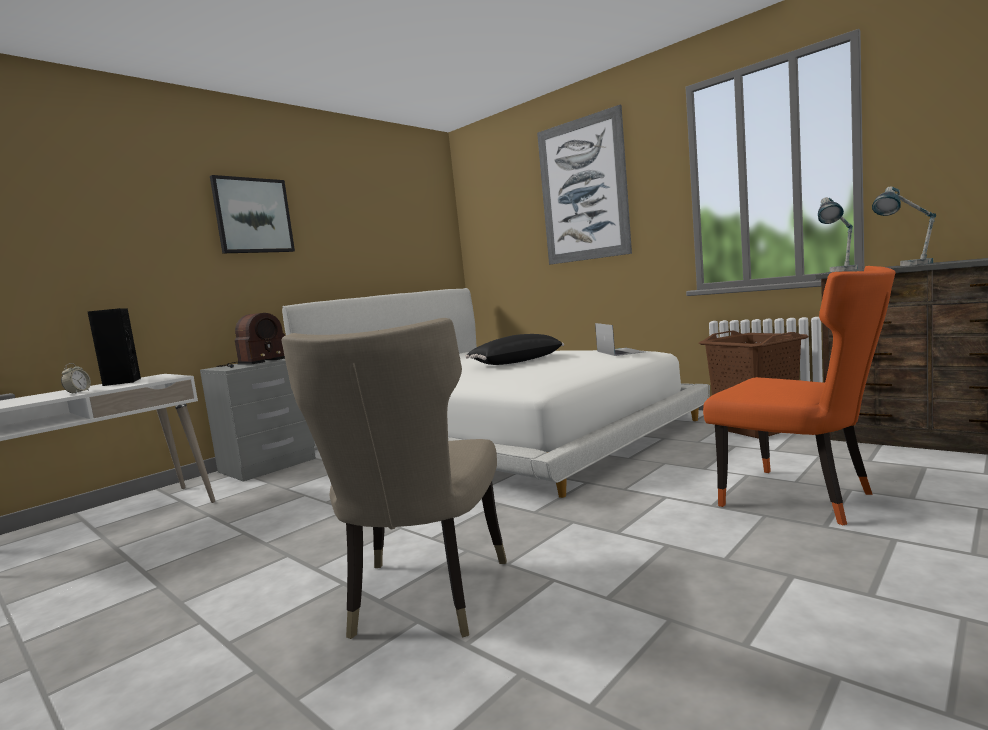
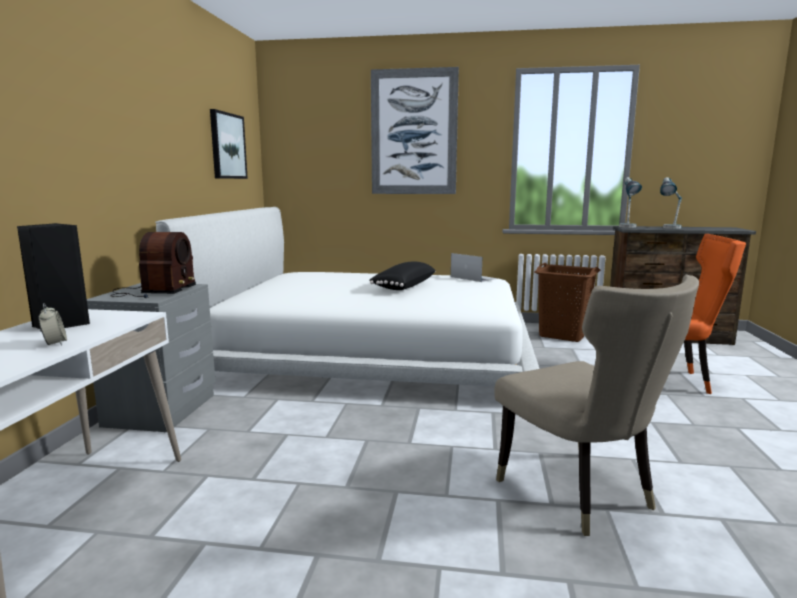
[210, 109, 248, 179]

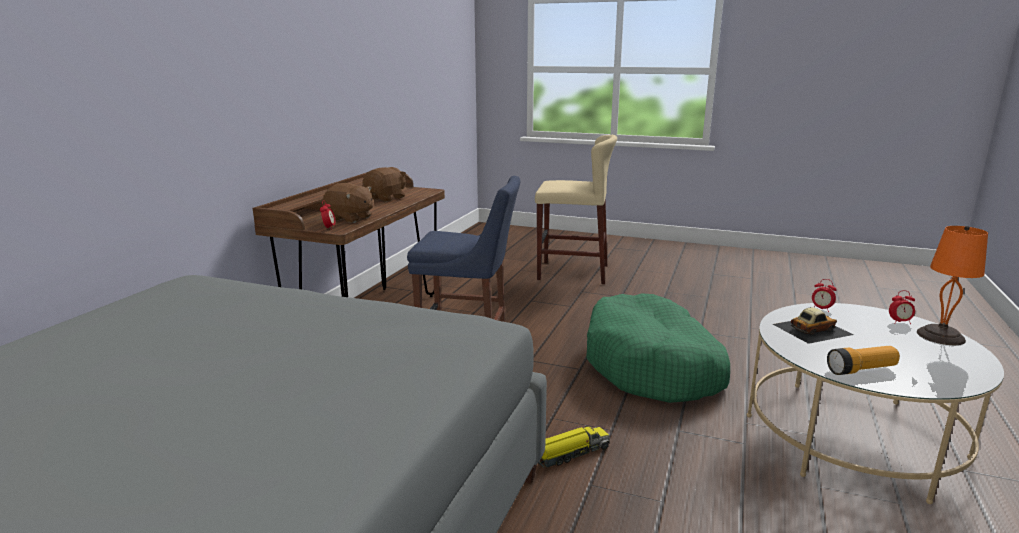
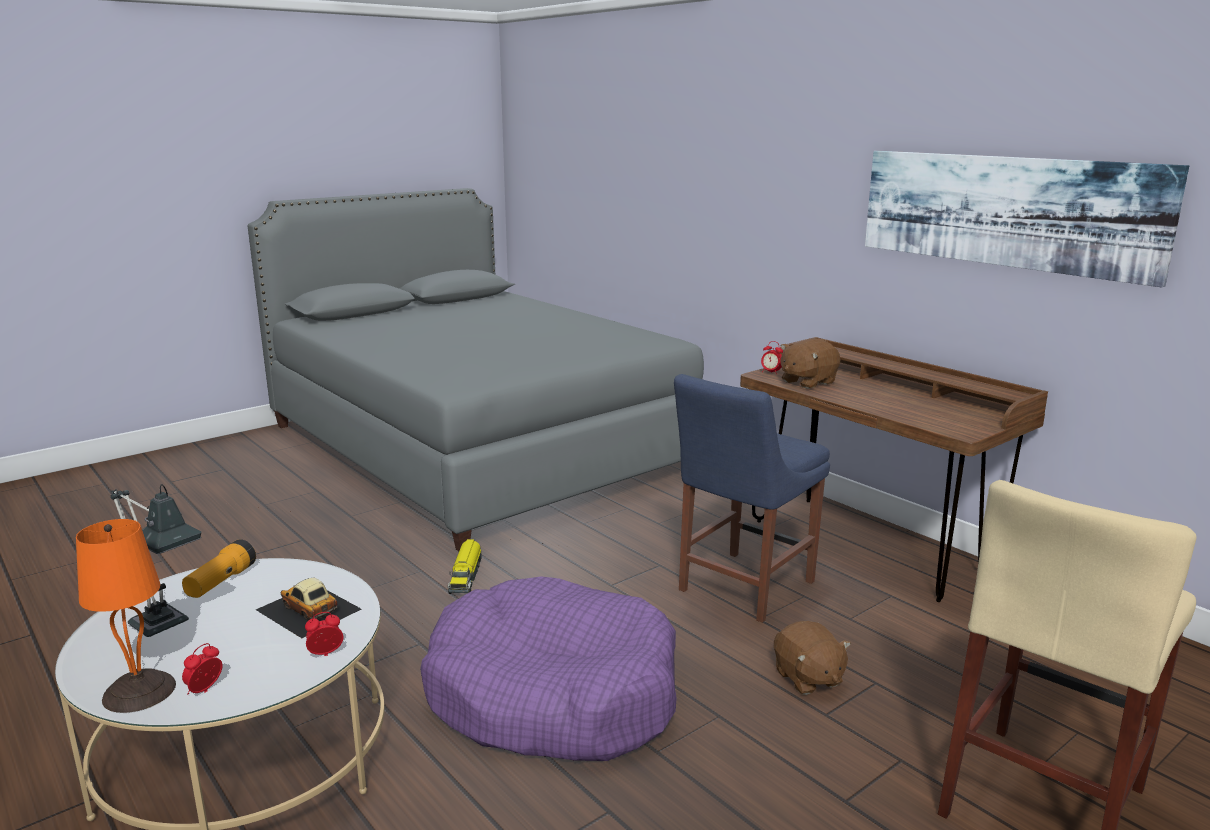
[774, 621, 851, 695]
[420, 577, 677, 761]
[256, 578, 362, 638]
[111, 484, 201, 637]
[865, 151, 1189, 288]

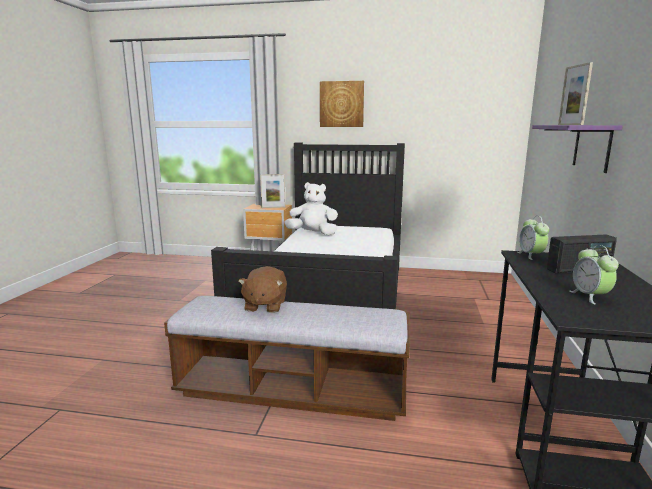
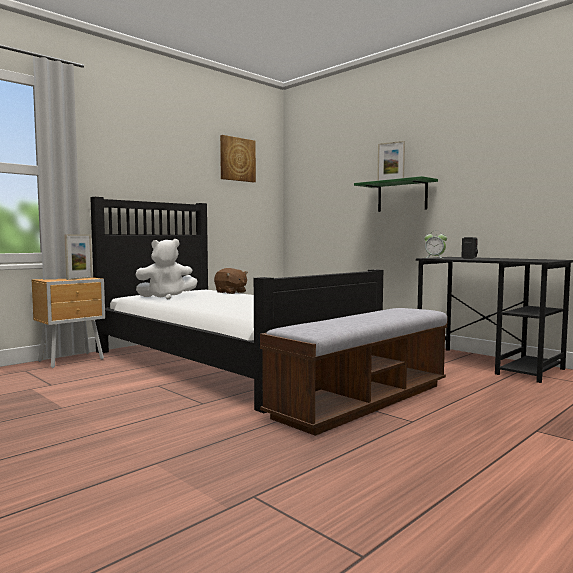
[214, 268, 248, 294]
[135, 239, 197, 299]
[220, 135, 256, 182]
[354, 176, 438, 212]
[570, 245, 619, 304] (first image)

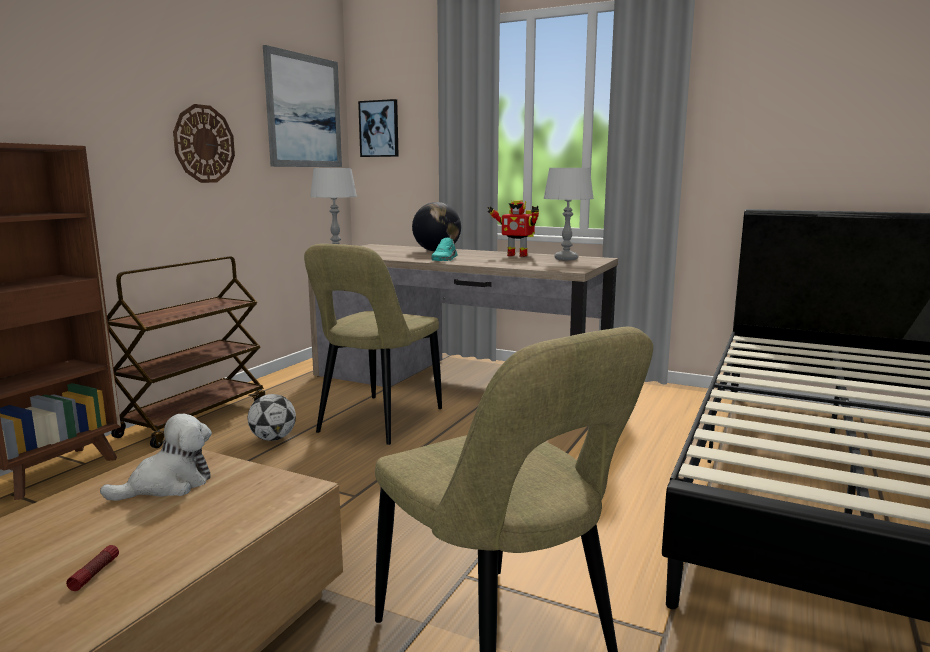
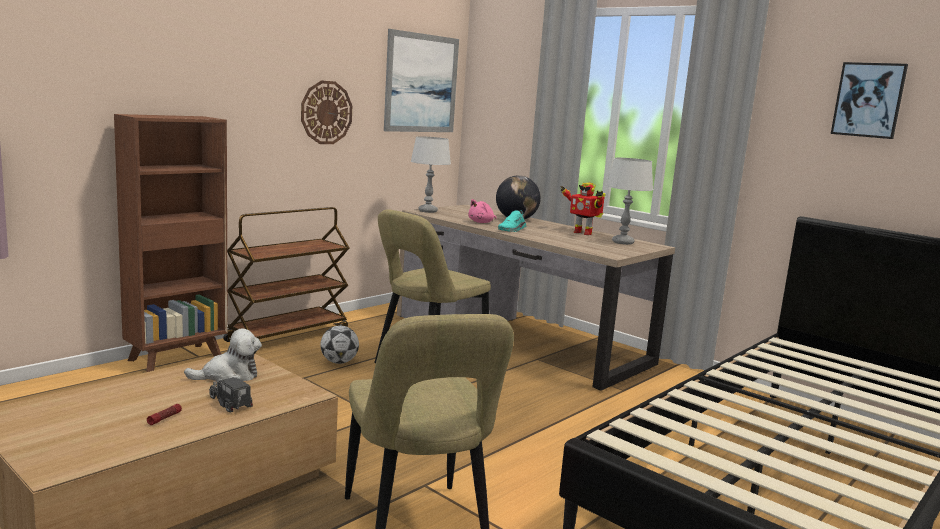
[831, 62, 908, 139]
[209, 377, 253, 413]
[468, 199, 496, 223]

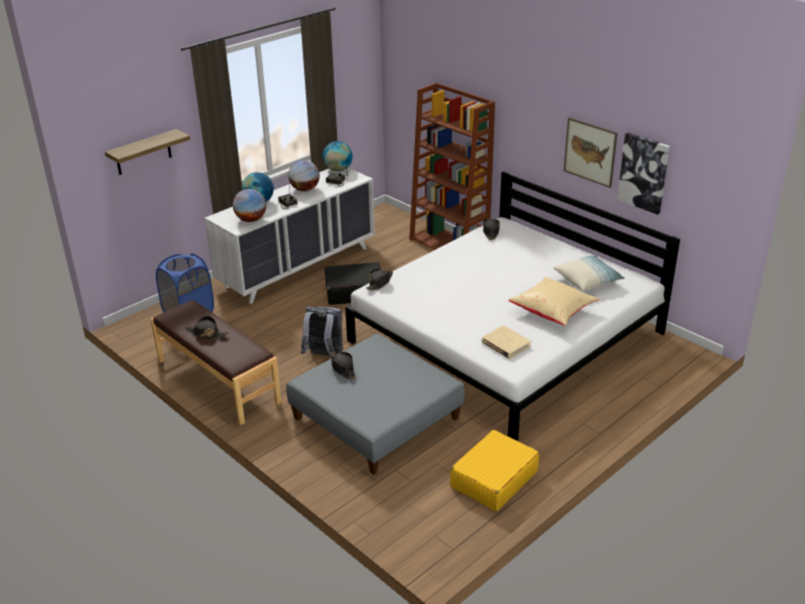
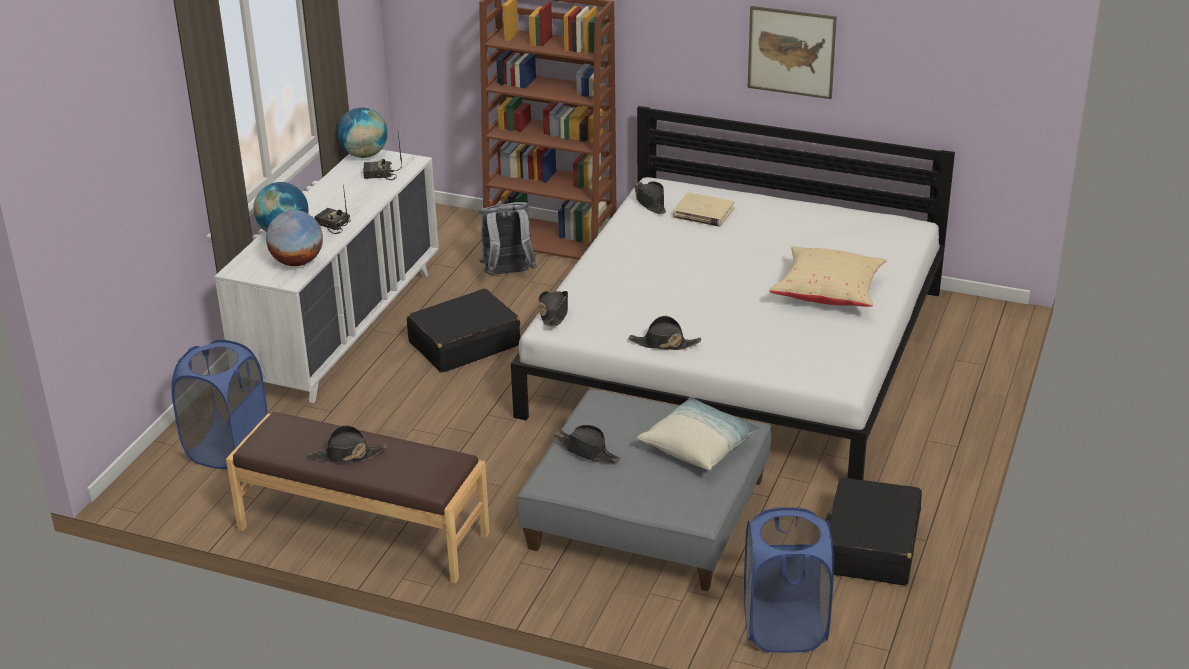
[105, 129, 190, 175] (first image)
[288, 160, 320, 191] (first image)
[479, 202, 537, 275]
[825, 477, 922, 585]
[673, 192, 735, 227]
[637, 397, 760, 470]
[617, 132, 670, 215] (first image)
[629, 316, 701, 350]
[744, 507, 834, 653]

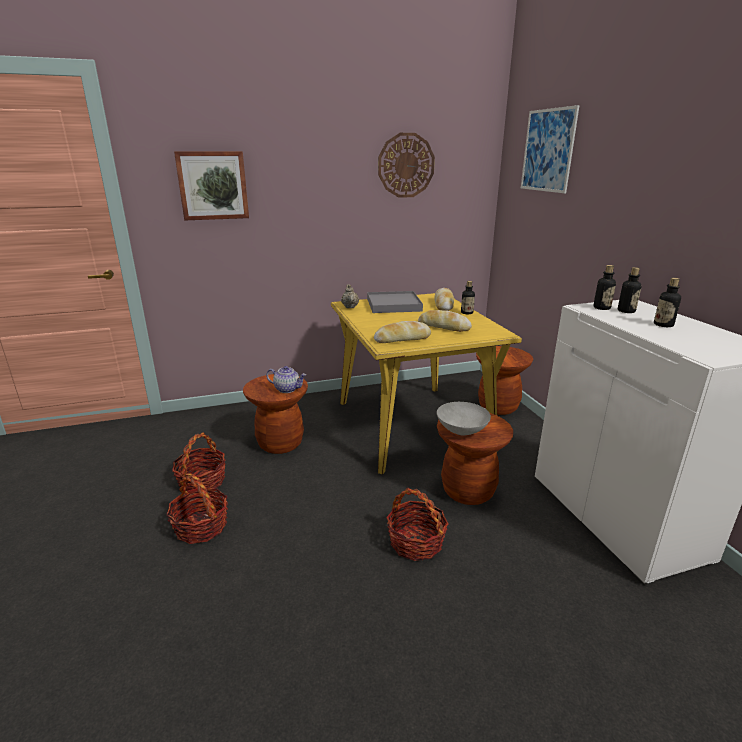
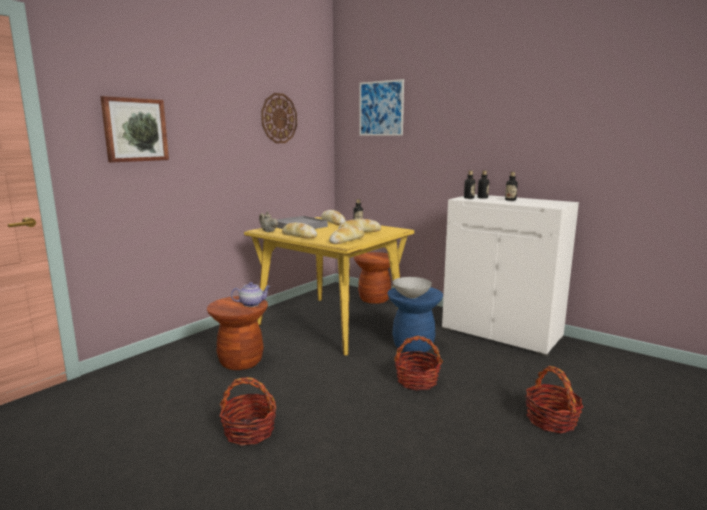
[525, 366, 583, 433]
[387, 287, 443, 354]
[282, 223, 317, 238]

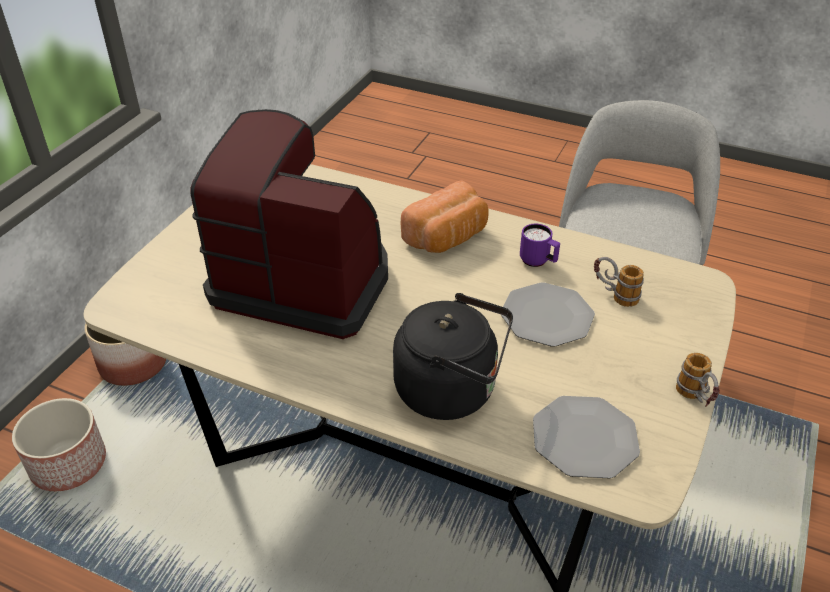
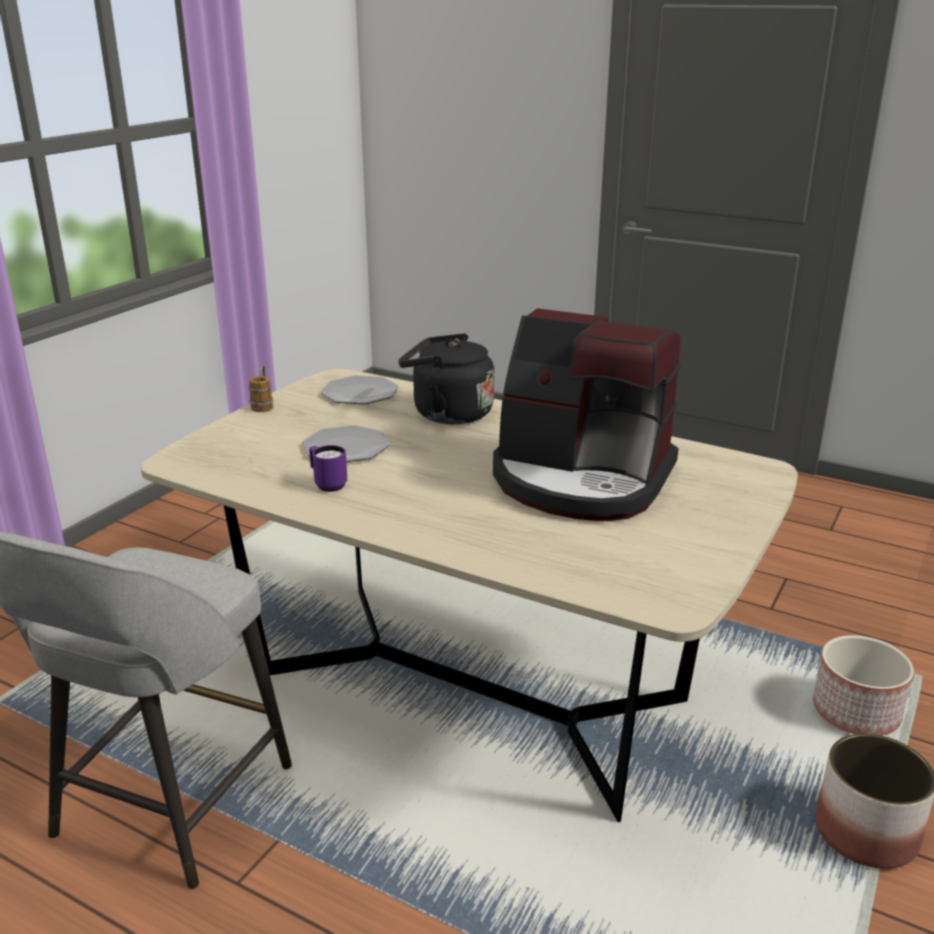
[401, 181, 489, 253] (first image)
[594, 257, 644, 307] (first image)

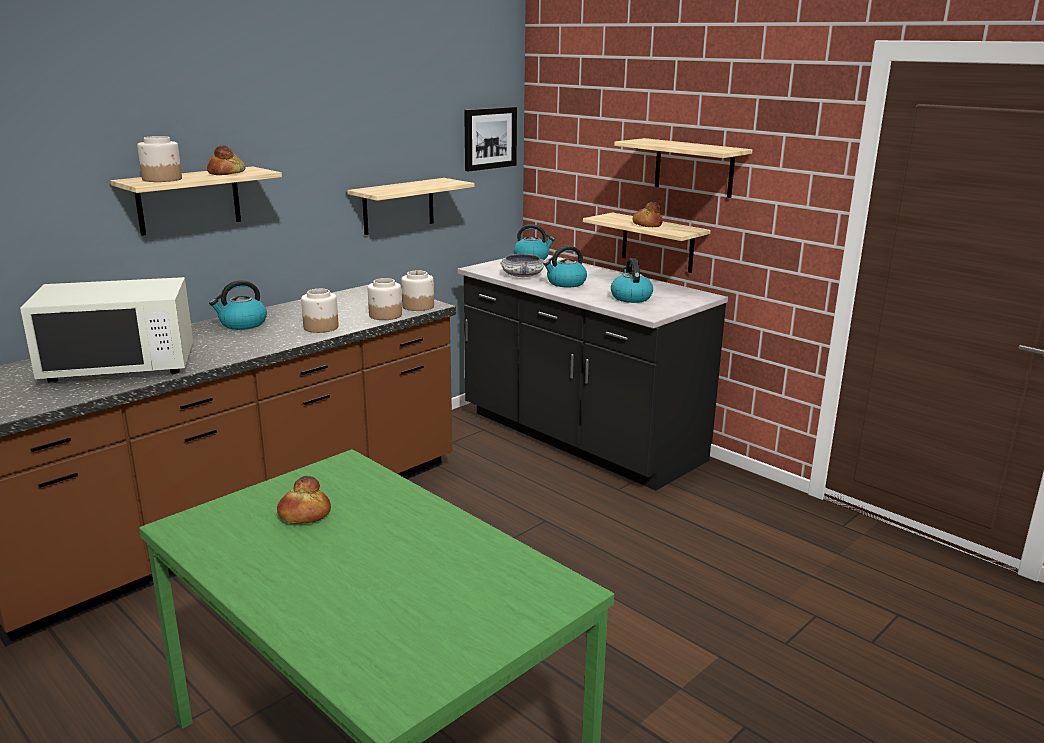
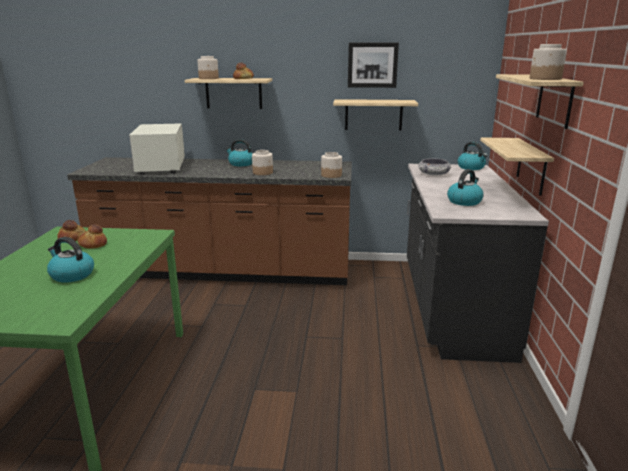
[129, 123, 185, 175]
[530, 44, 567, 80]
[348, 43, 399, 88]
[47, 237, 94, 283]
[57, 220, 86, 241]

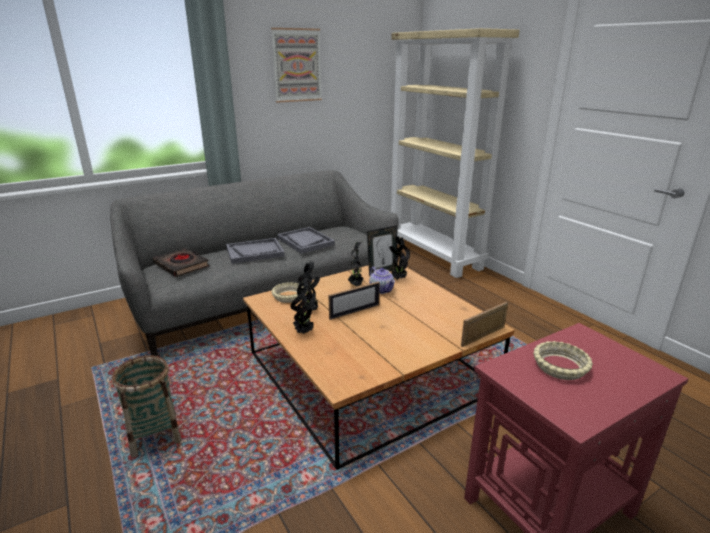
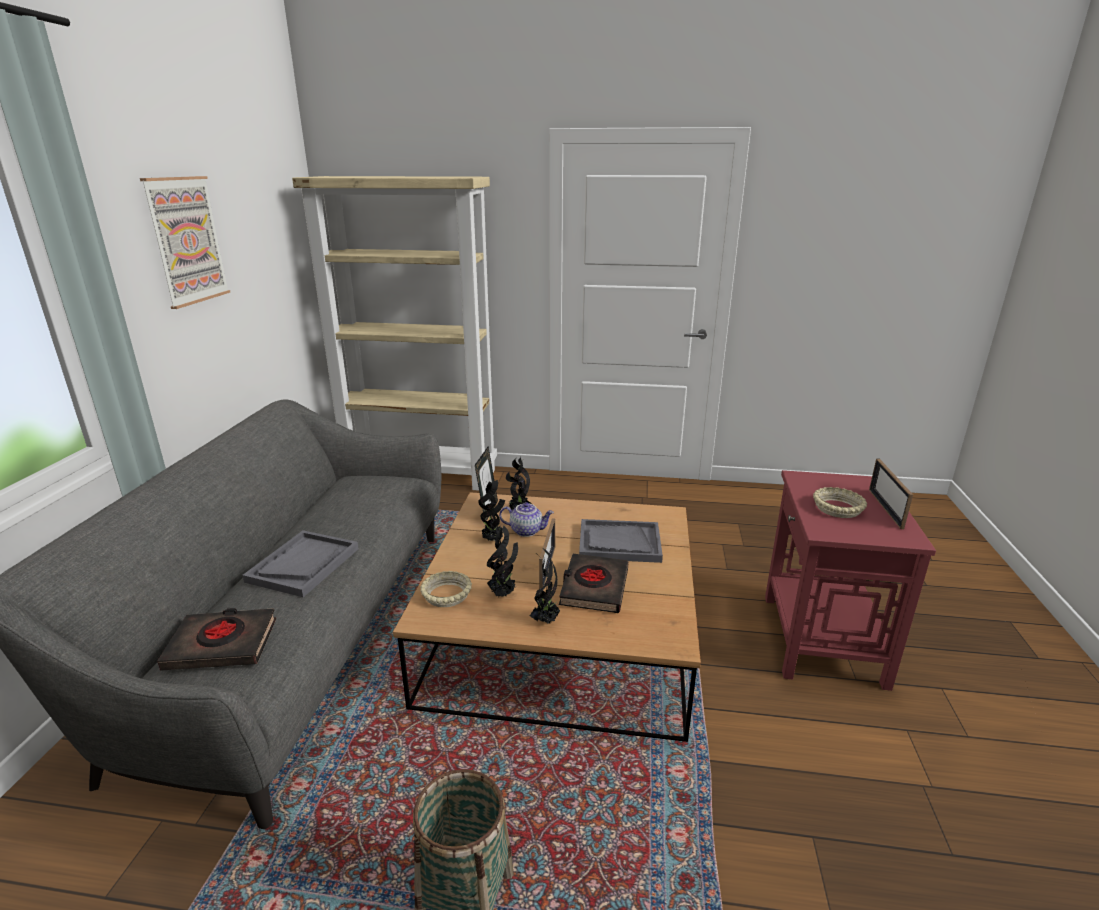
[579, 519, 663, 563]
[869, 459, 913, 529]
[559, 554, 628, 613]

